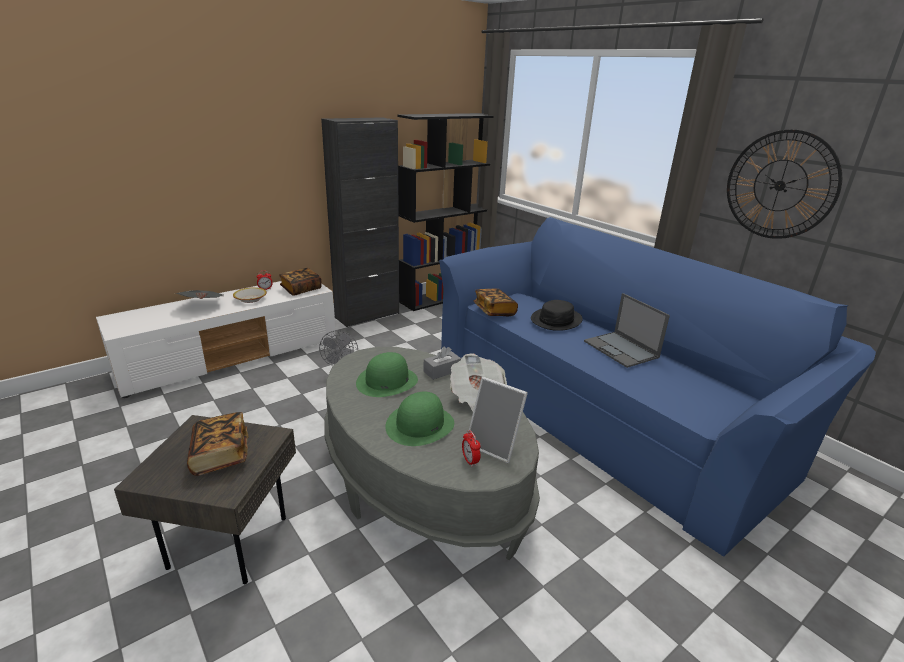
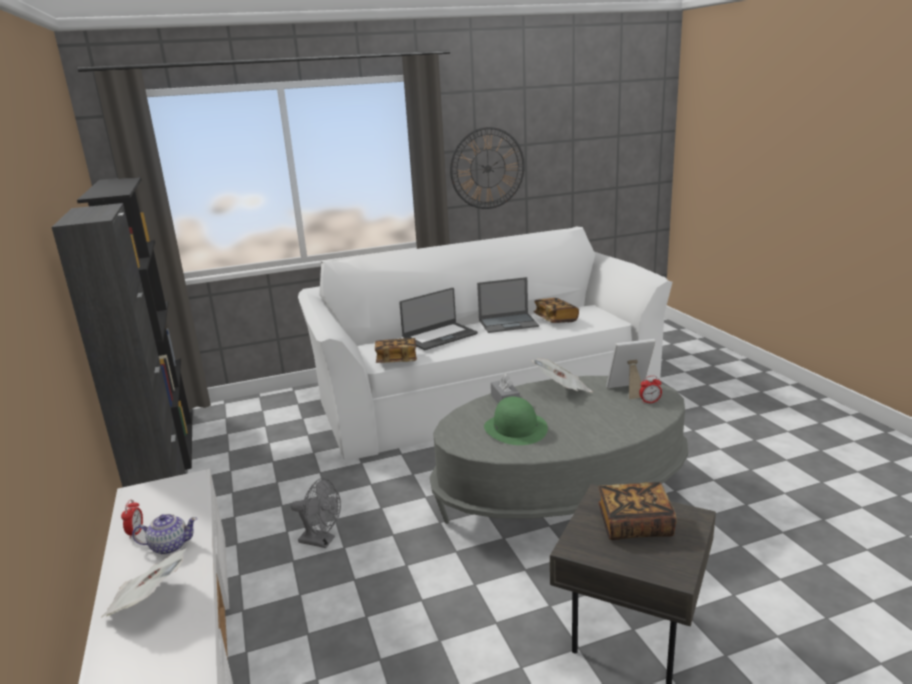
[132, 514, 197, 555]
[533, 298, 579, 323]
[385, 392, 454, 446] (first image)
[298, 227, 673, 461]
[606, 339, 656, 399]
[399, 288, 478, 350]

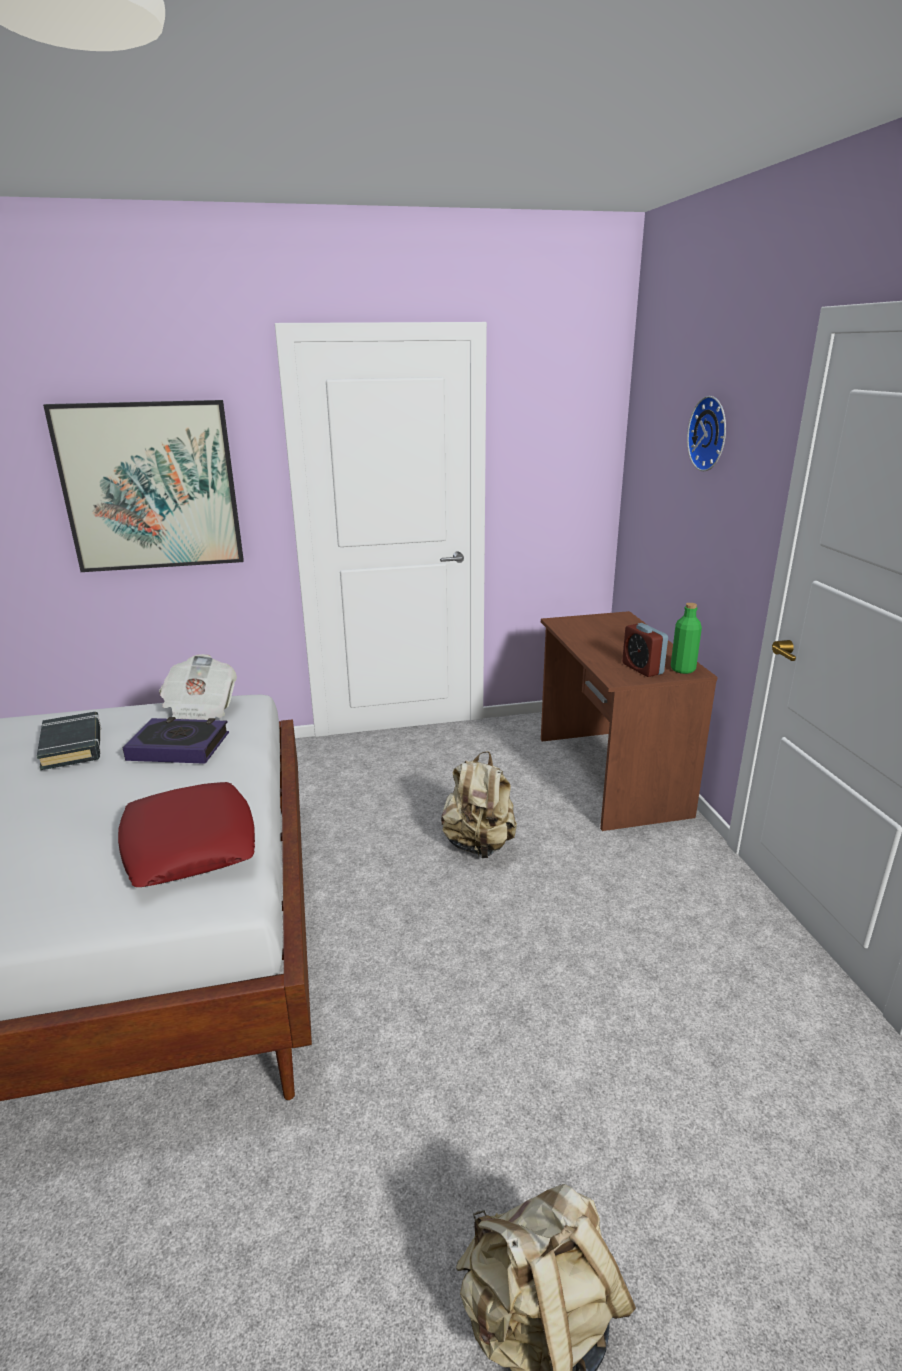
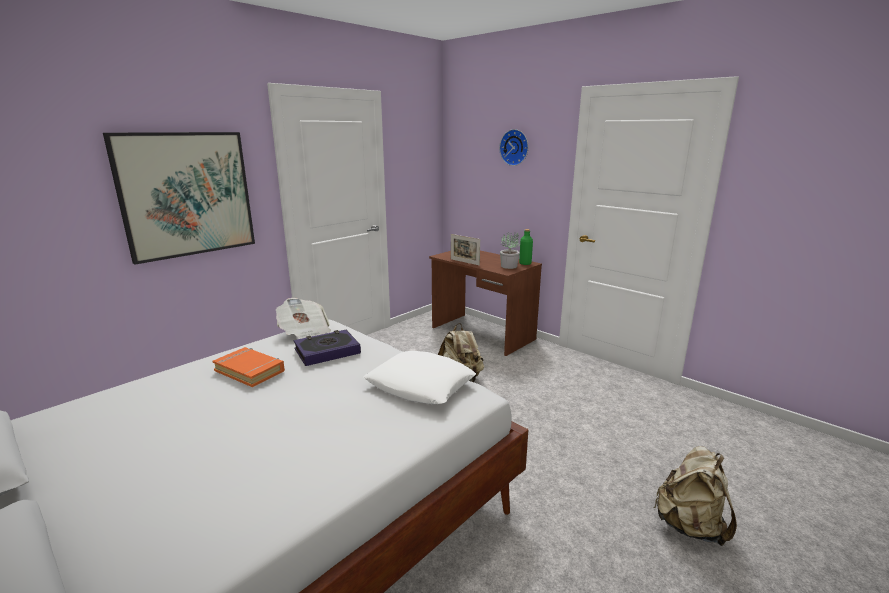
[213, 347, 285, 387]
[364, 351, 476, 404]
[500, 232, 520, 269]
[451, 234, 480, 265]

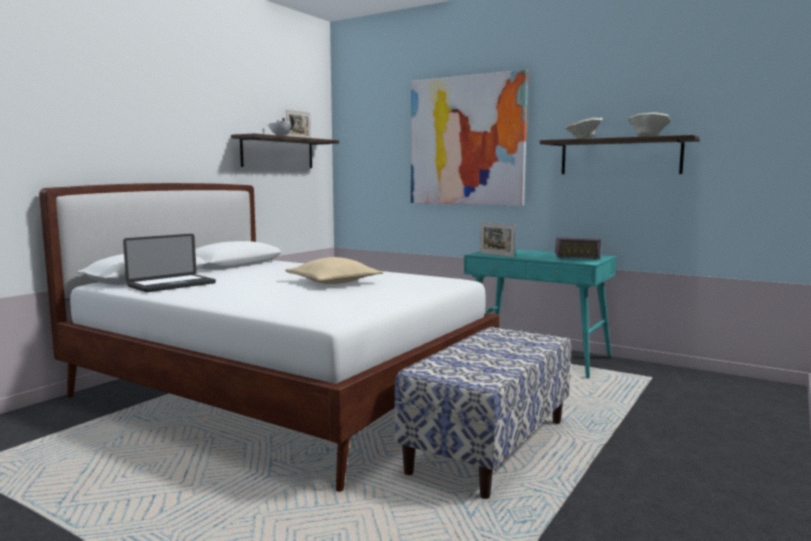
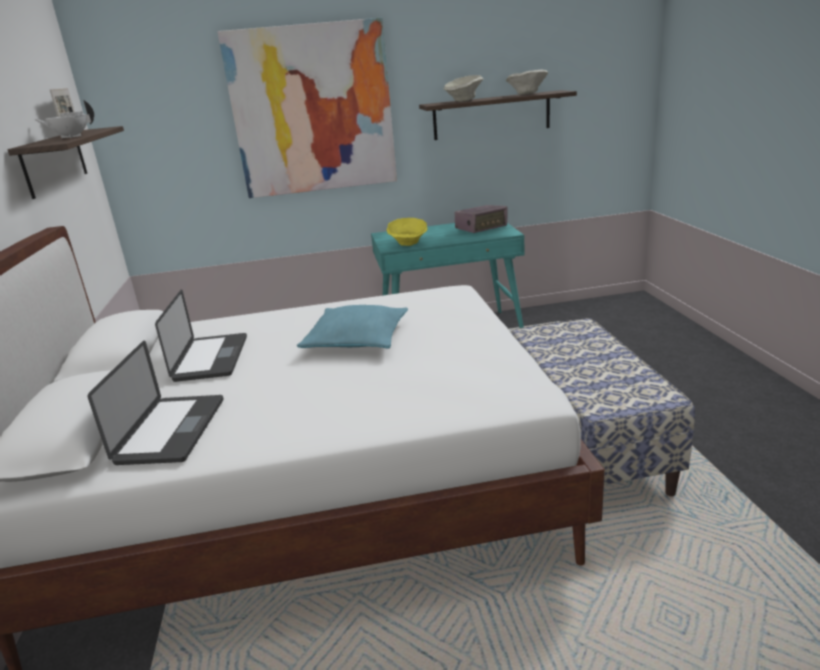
[297, 305, 408, 348]
[387, 218, 427, 246]
[155, 289, 247, 382]

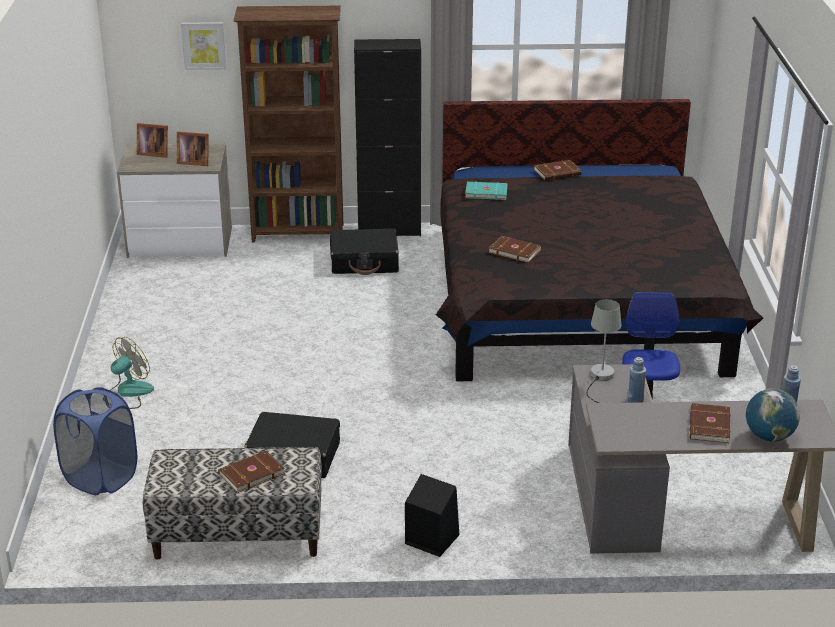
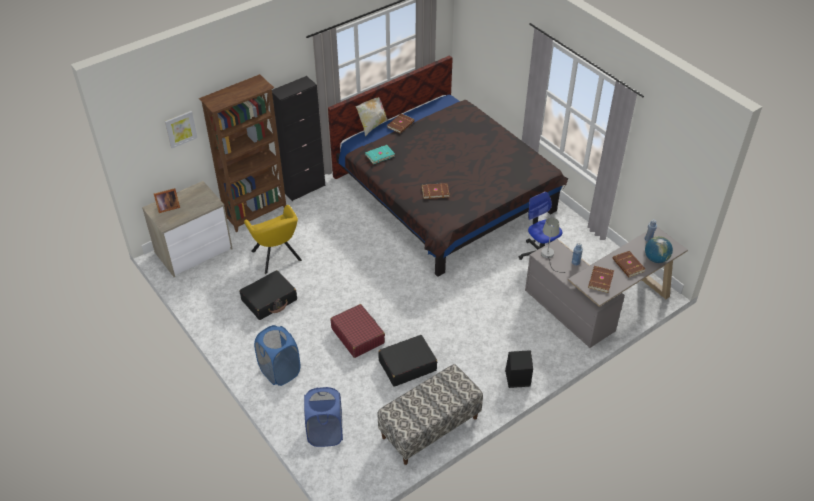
[254, 325, 300, 386]
[177, 132, 209, 166] (first image)
[588, 266, 614, 293]
[239, 270, 297, 320]
[244, 205, 302, 274]
[330, 304, 385, 358]
[356, 97, 388, 137]

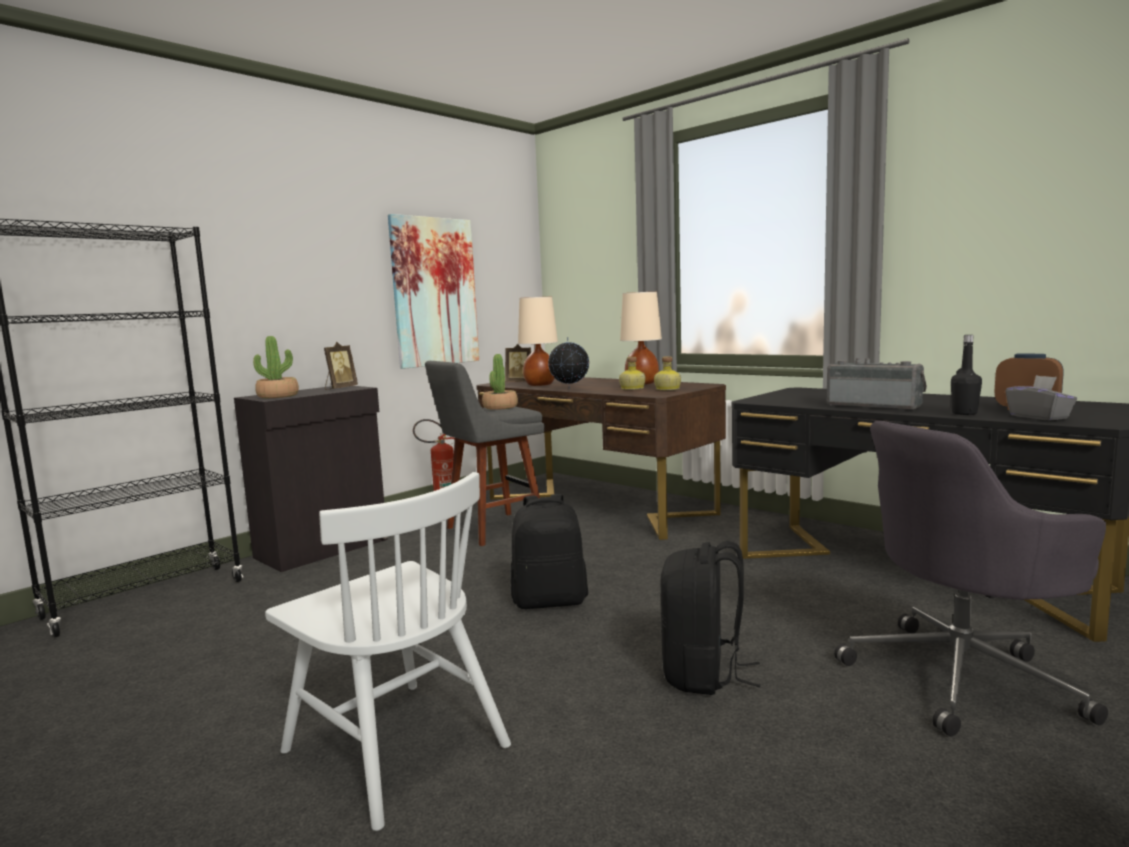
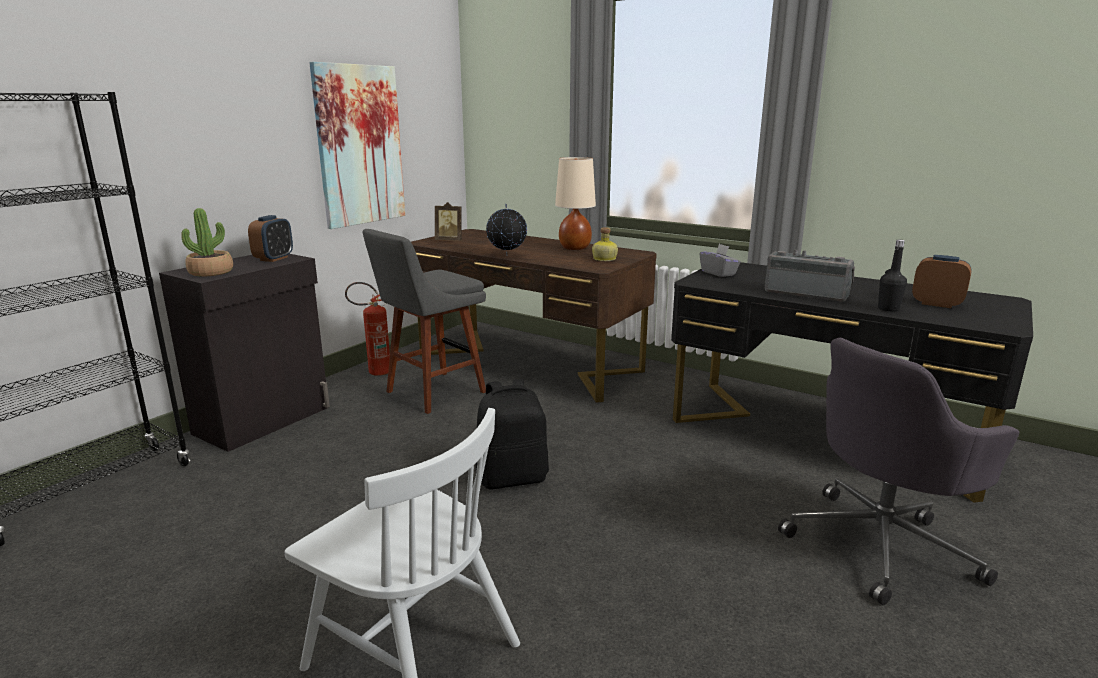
[248, 215, 293, 262]
[482, 354, 518, 410] (first image)
[518, 297, 558, 386] (first image)
[619, 357, 645, 390] (first image)
[660, 541, 761, 695] (first image)
[700, 244, 741, 277]

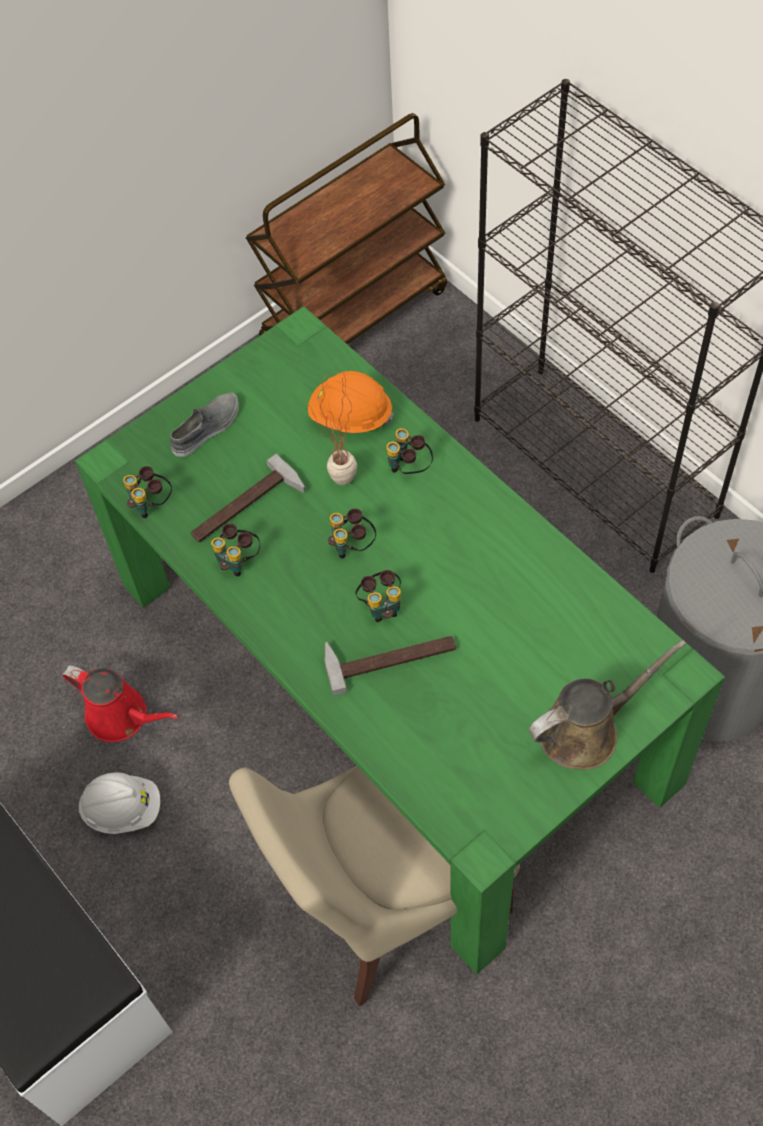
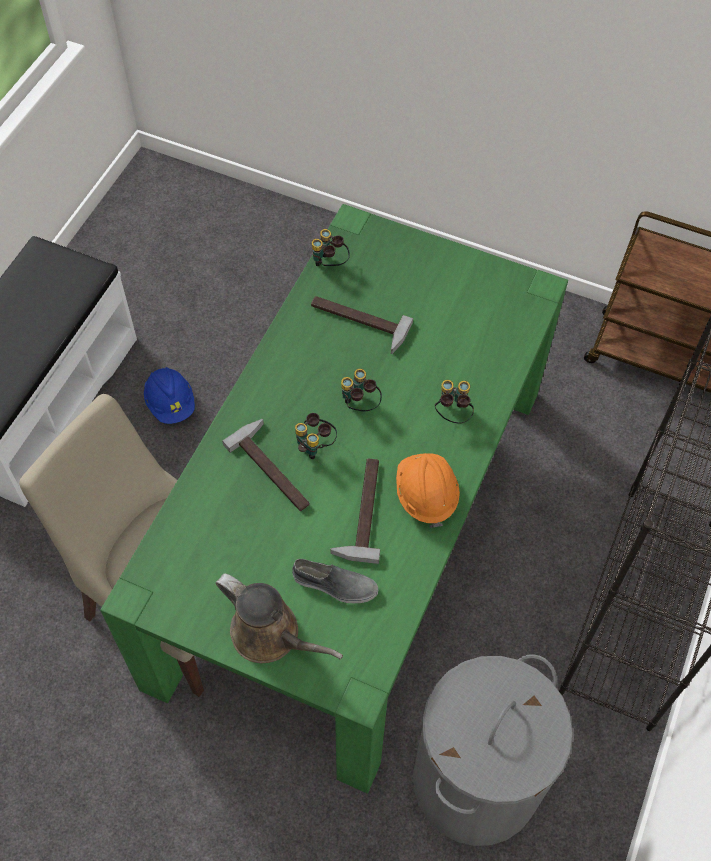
[62, 665, 179, 742] (first image)
[144, 367, 195, 424]
[292, 559, 378, 603]
[211, 523, 260, 576] (first image)
[307, 370, 357, 485] (first image)
[396, 453, 460, 528]
[330, 459, 380, 564]

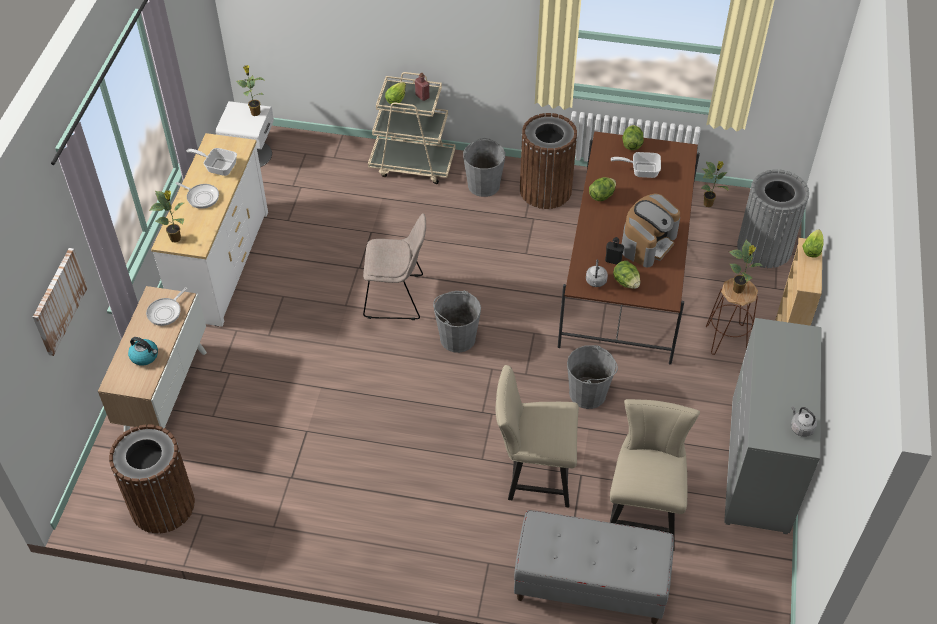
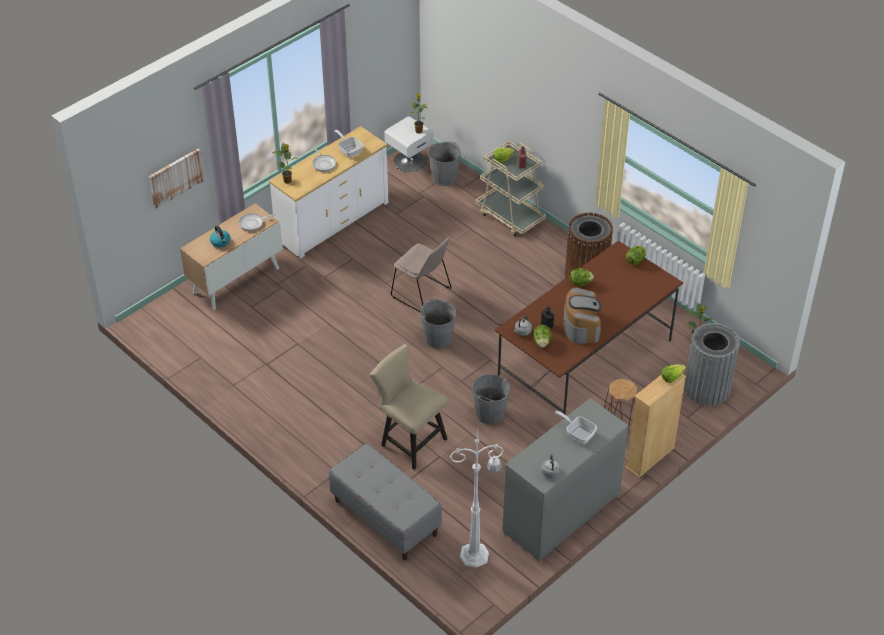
[109, 424, 195, 534] (first image)
[428, 142, 461, 186]
[610, 399, 700, 551] (first image)
[555, 411, 597, 444]
[563, 287, 602, 344]
[729, 240, 763, 293] (first image)
[450, 427, 504, 568]

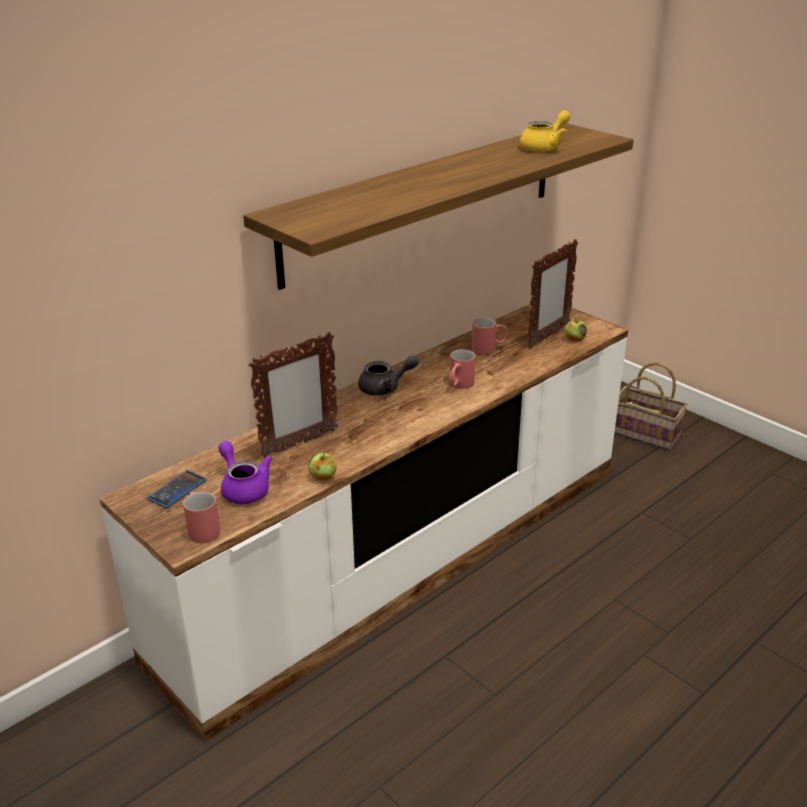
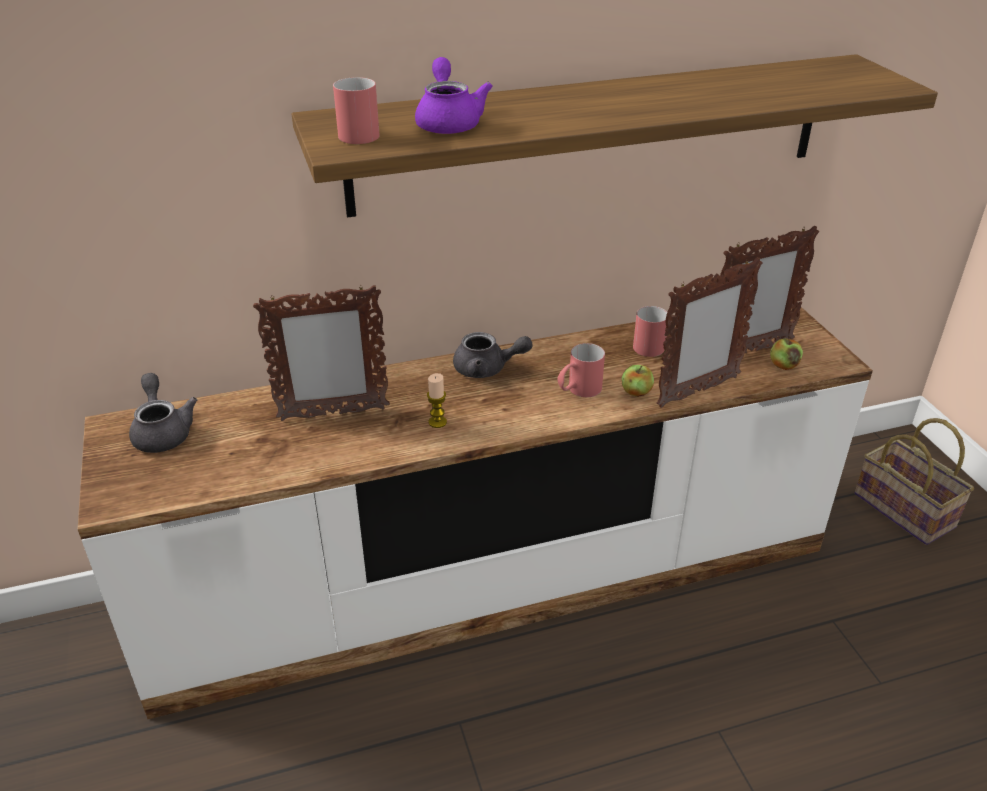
[129, 373, 197, 453]
[333, 77, 380, 144]
[415, 57, 493, 134]
[621, 365, 654, 397]
[519, 110, 570, 152] (first image)
[427, 373, 447, 428]
[657, 257, 763, 408]

